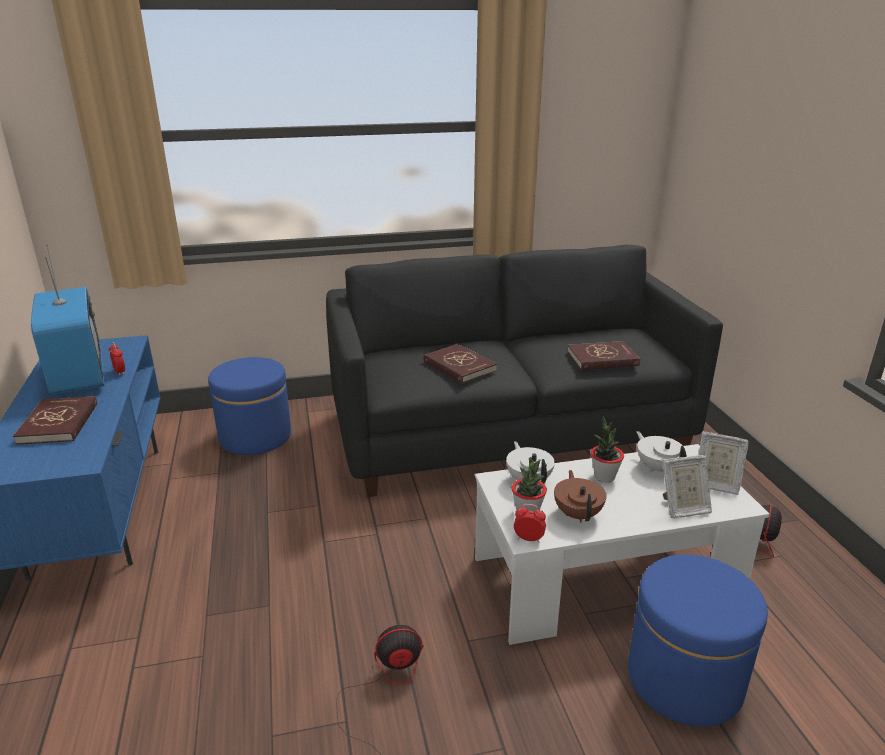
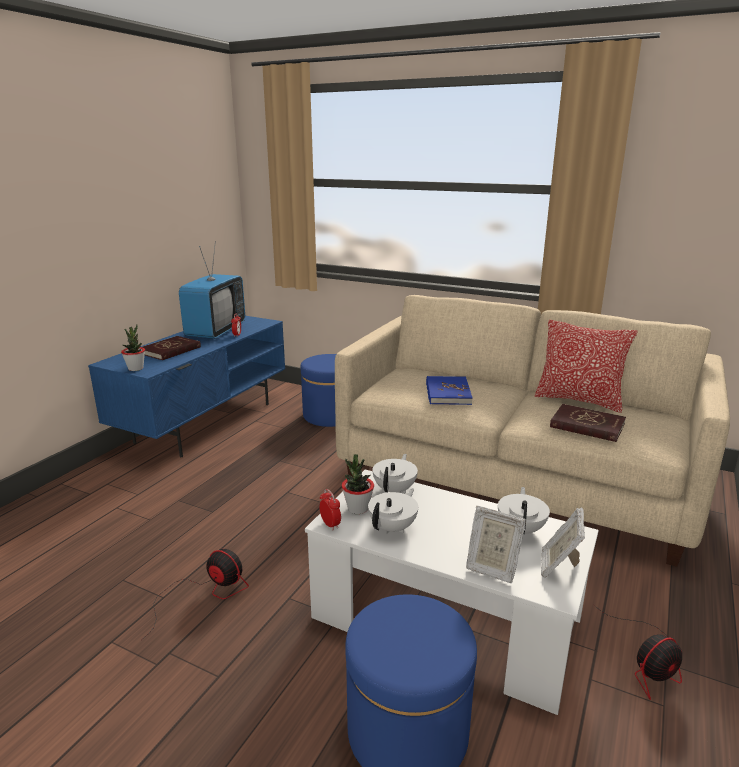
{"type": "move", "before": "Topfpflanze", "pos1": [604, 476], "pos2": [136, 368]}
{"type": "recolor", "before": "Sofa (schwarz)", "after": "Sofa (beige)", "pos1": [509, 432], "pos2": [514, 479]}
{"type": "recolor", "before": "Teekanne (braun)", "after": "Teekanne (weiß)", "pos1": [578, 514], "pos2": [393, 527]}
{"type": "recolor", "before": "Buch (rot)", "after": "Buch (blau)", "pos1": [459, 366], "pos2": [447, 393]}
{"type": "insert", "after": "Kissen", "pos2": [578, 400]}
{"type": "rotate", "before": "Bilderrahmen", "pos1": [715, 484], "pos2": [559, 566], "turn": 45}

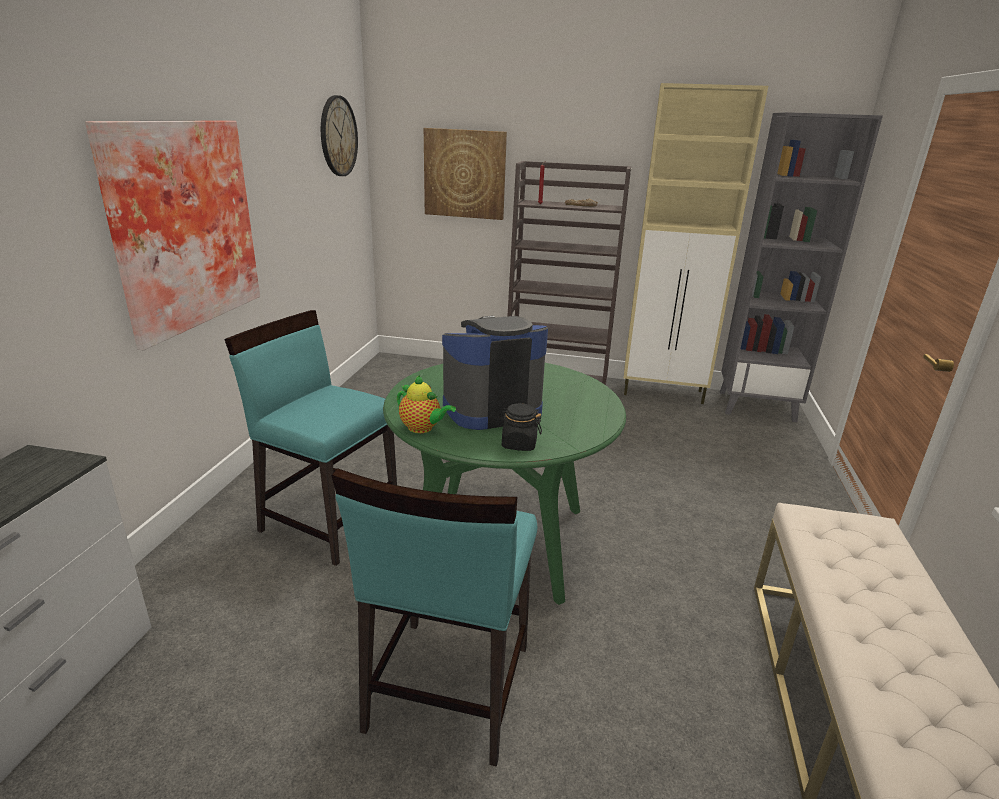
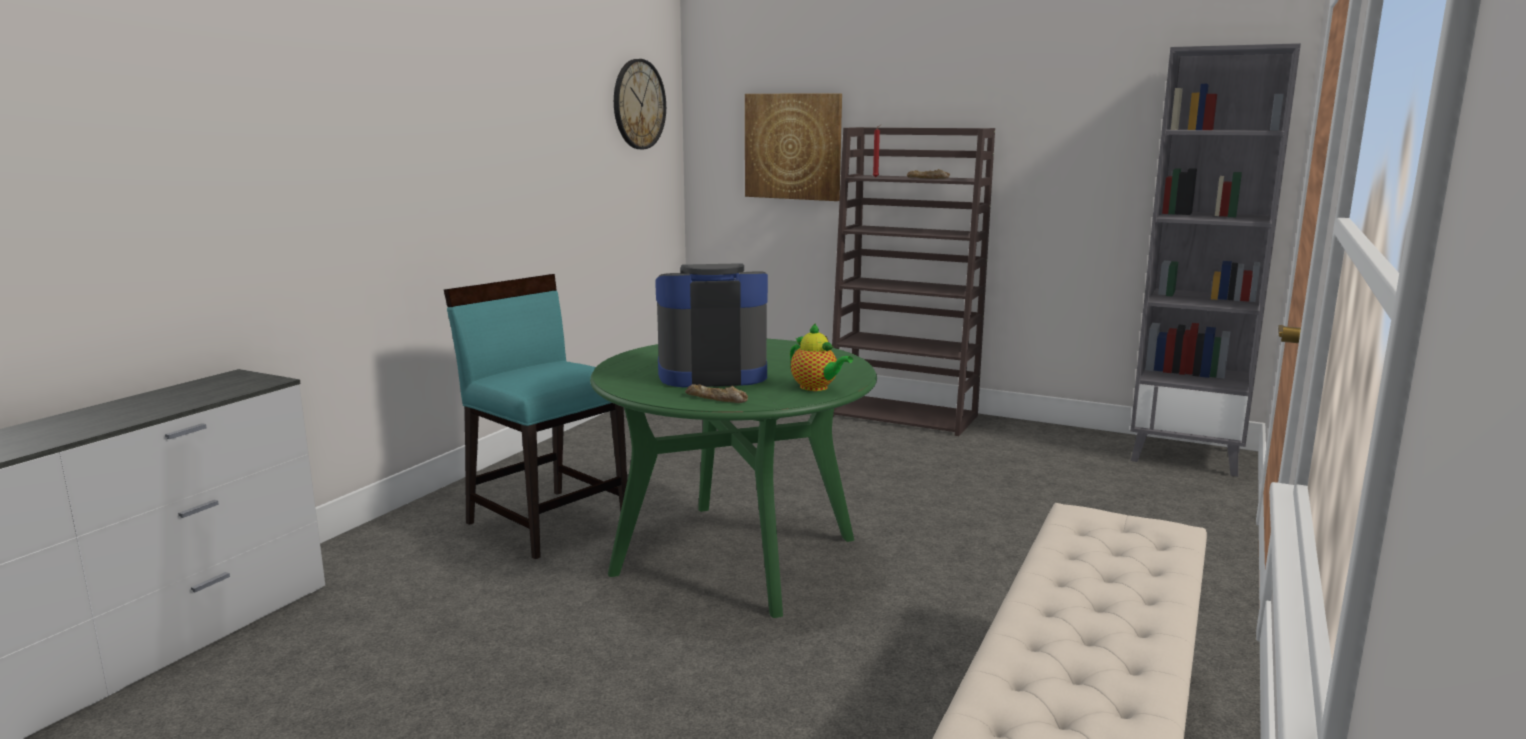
{"type": "replace", "before": "Vorratsglas (schwarz)", "after": "Brot", "pos1": [519, 444], "pos2": [716, 399]}
{"type": "move", "before": "Teekanne", "pos1": [422, 428], "pos2": [816, 388]}
{"type": "delete", "before": "Bild", "pos1": [181, 226]}
{"type": "delete", "before": "Stuhl (türkis)", "pos1": [447, 688]}
{"type": "delete", "before": "Schrank (beige)", "pos1": [664, 393]}

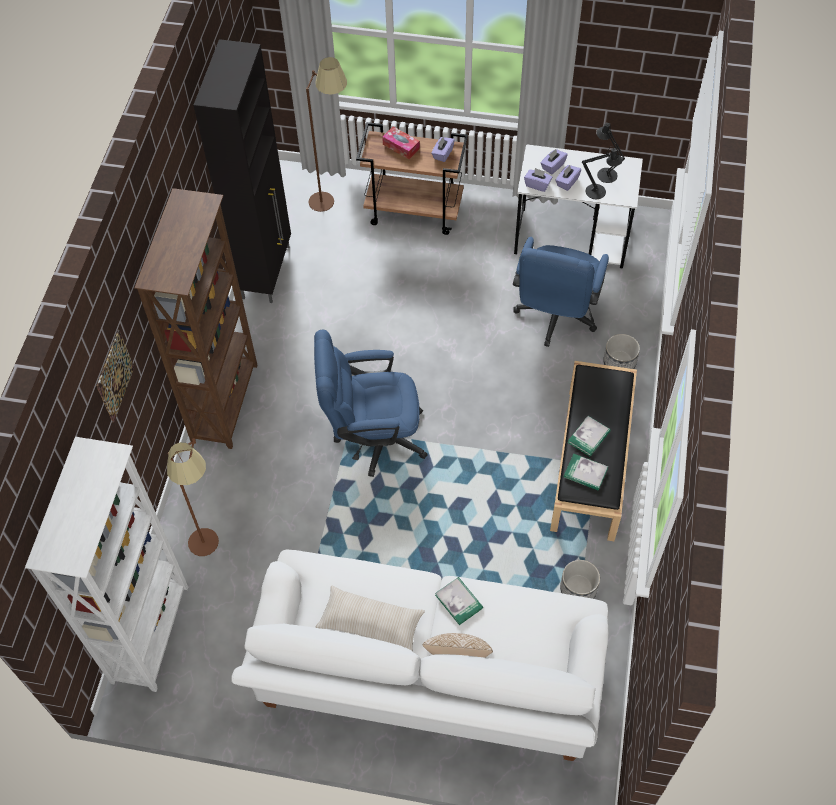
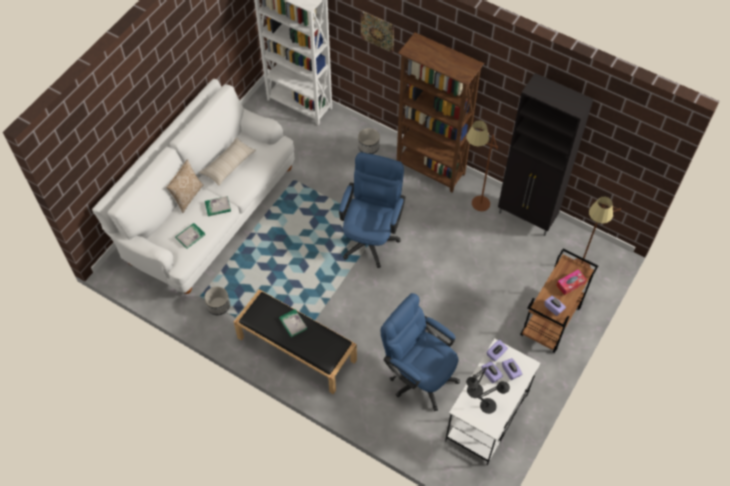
{"type": "move", "before": "Buch", "pos1": [585, 473], "pos2": [190, 236]}
{"type": "move", "before": "Pflanzkübel", "pos1": [619, 362], "pos2": [368, 147]}
{"type": "move", "before": "Stehlampe (braun)", "pos1": [213, 550], "pos2": [473, 206]}

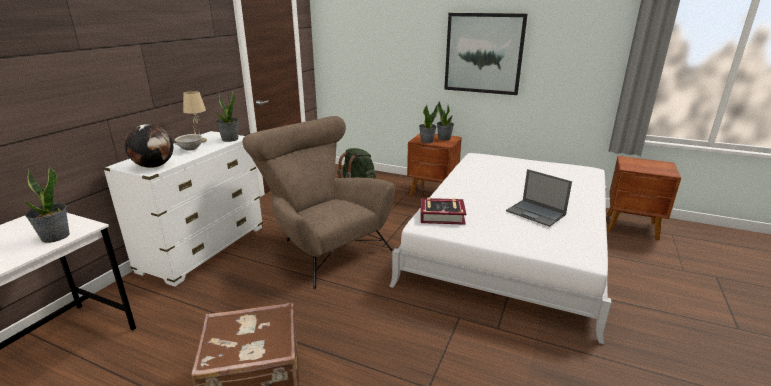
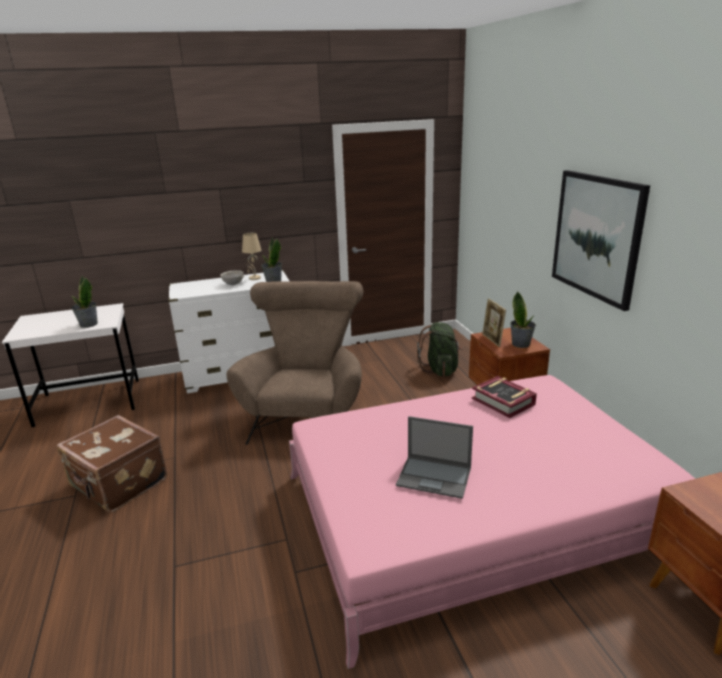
{"type": "recolor", "before": "Bett (weiß)", "after": "Bett (rosa)", "pos1": [511, 245], "pos2": [471, 514]}
{"type": "rotate", "before": "Laptop", "pos1": [536, 213], "pos2": [435, 477], "turn": -75}
{"type": "move", "before": "Buch", "pos1": [442, 215], "pos2": [503, 401]}
{"type": "replace", "before": "Topfpflanze", "after": "Bilderrahmen", "pos1": [427, 141], "pos2": [492, 340]}
{"type": "delete", "before": "Globus", "pos1": [154, 166]}

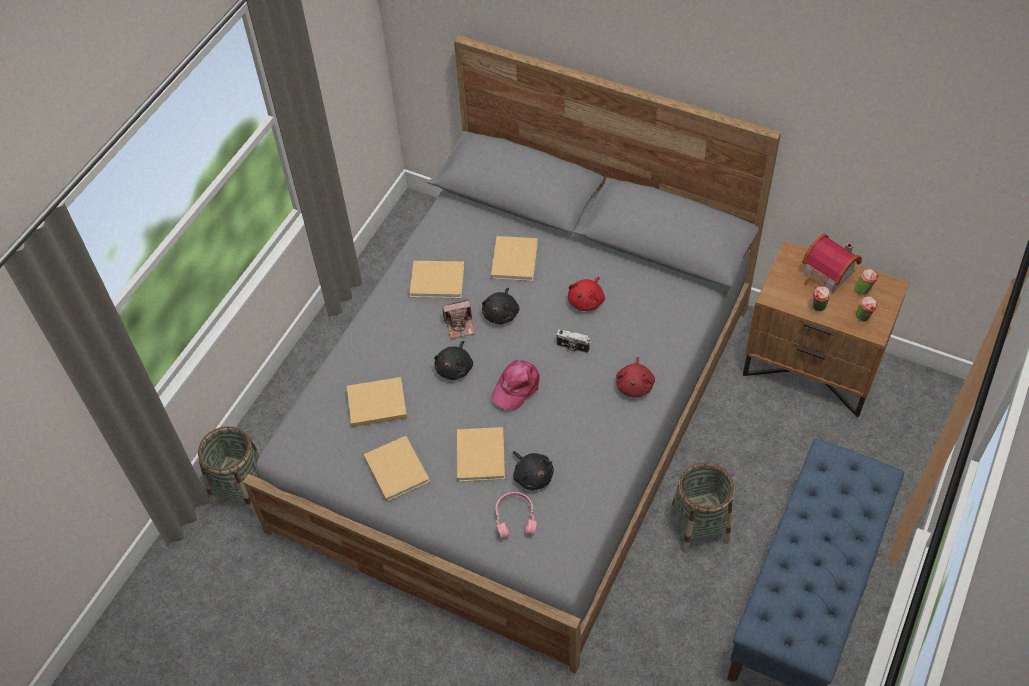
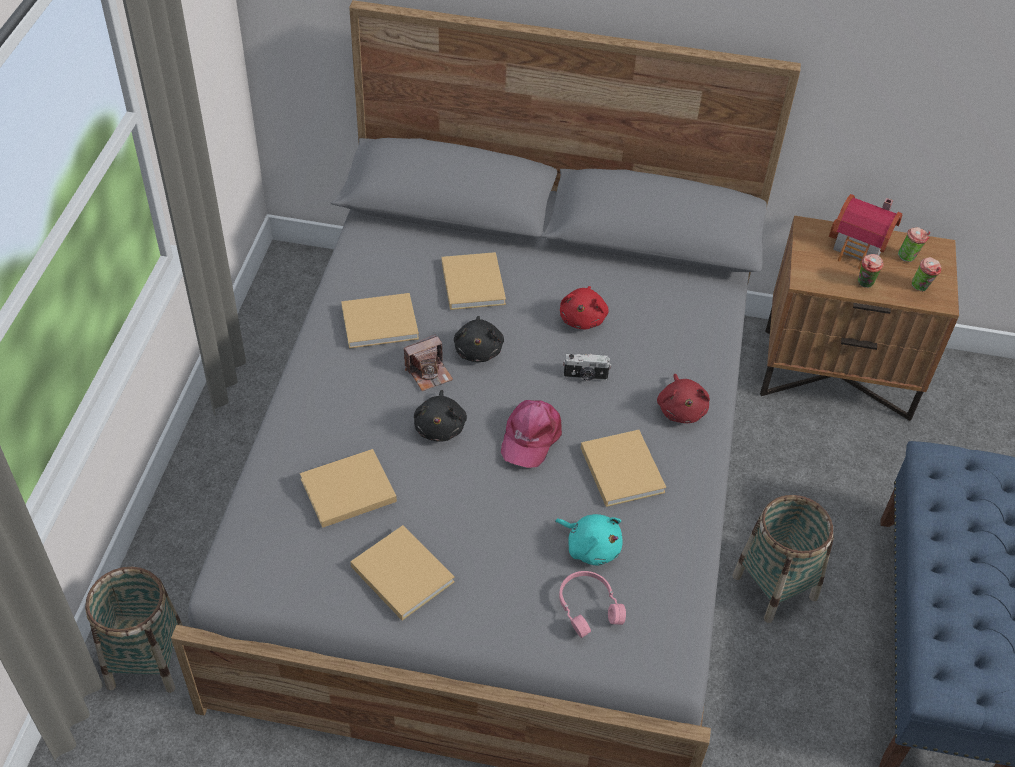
{"type": "recolor", "before": "Plüschtier (schwarz)", "after": "Plüschtier (türkis)", "pos1": [532, 475], "pos2": [591, 547]}
{"type": "move", "before": "Buch (beige)", "pos1": [480, 454], "pos2": [621, 468]}

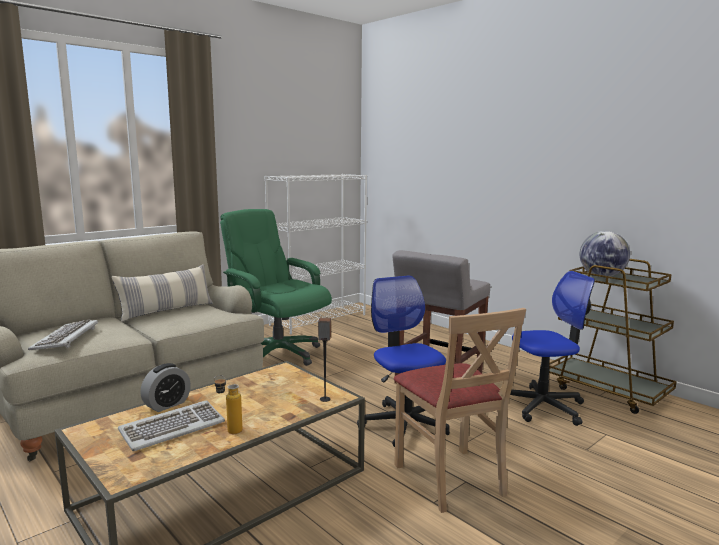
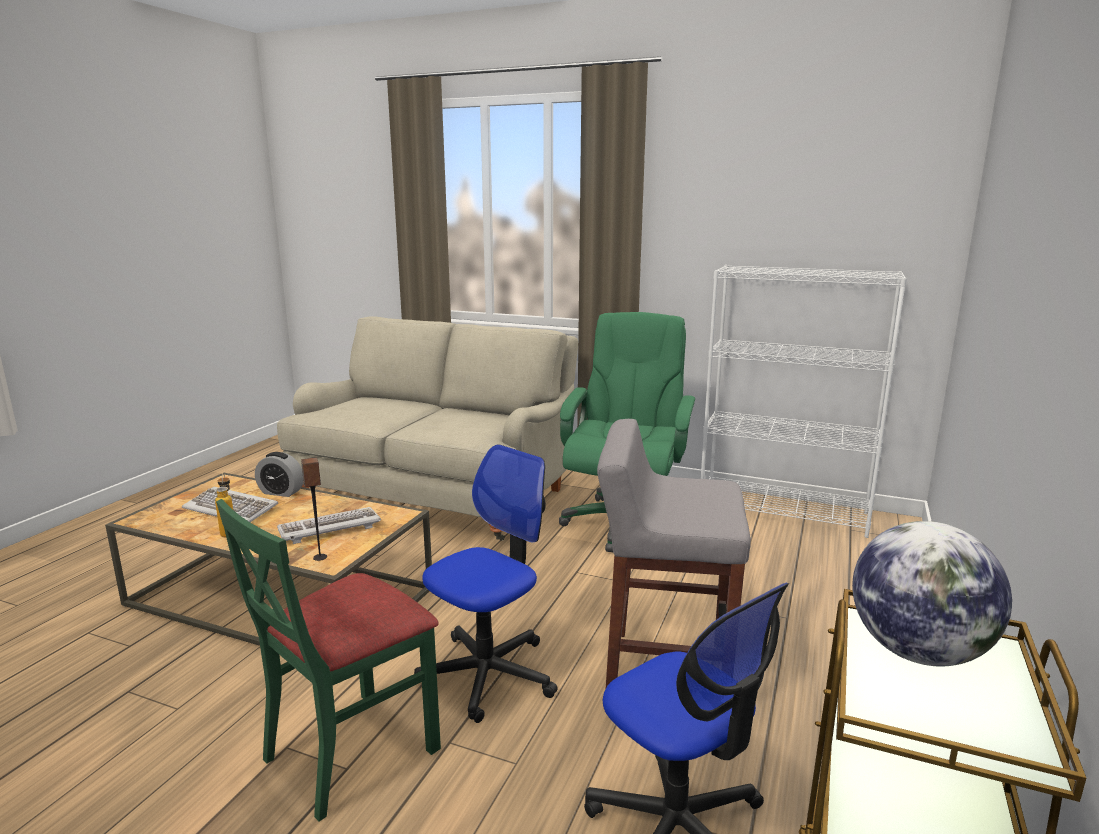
{"type": "recolor", "before": "Stuhl (beige)", "after": "Stuhl (grün)", "pos1": [450, 478], "pos2": [350, 751]}
{"type": "move", "before": "Tastatur", "pos1": [66, 338], "pos2": [329, 528]}
{"type": "delete", "before": "Kissen", "pos1": [166, 311]}

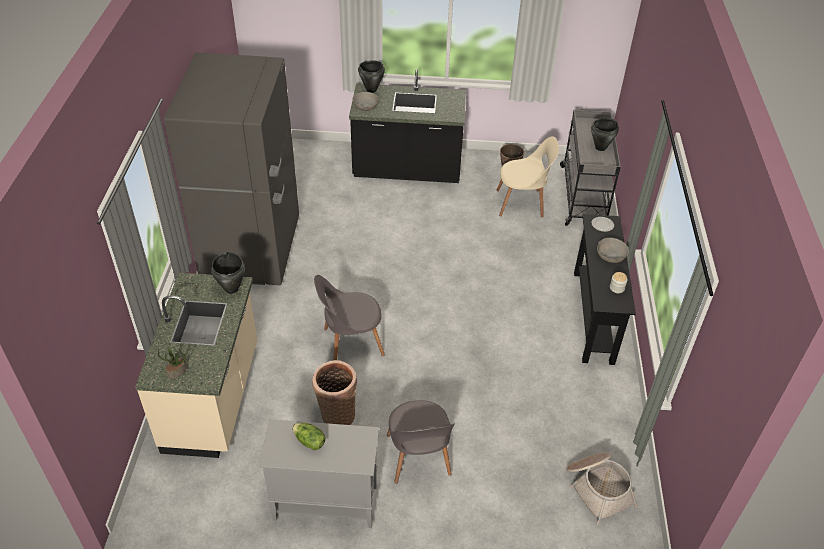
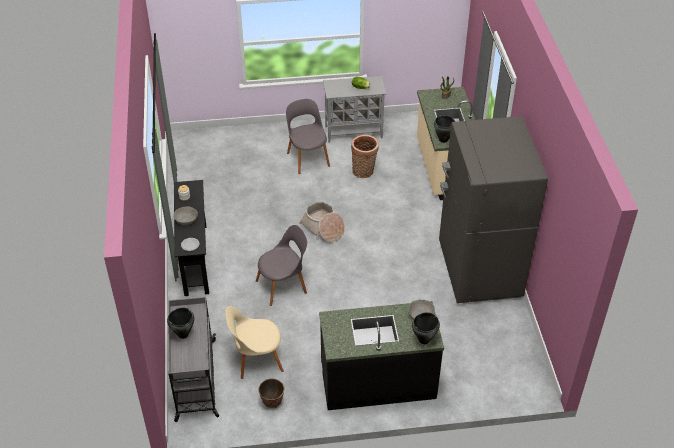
{"type": "move", "before": "Stuhl (grau)", "pos1": [350, 342], "pos2": [283, 286]}
{"type": "move", "before": "Korb", "pos1": [597, 488], "pos2": [323, 228]}

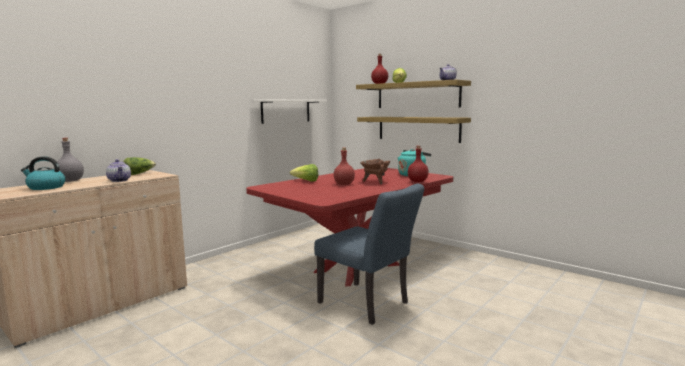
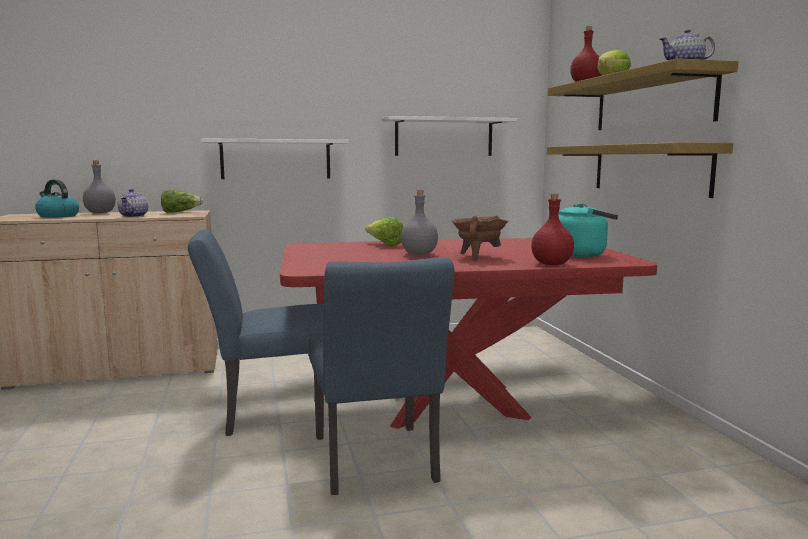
{"type": "insert", "after": "Stuhl (blau)", "pos2": [269, 413]}
{"type": "insert", "after": "Wandregal (weiß)", "pos2": [276, 159]}
{"type": "recolor", "before": "Flasche (rot)", "after": "Flasche (grau)", "pos1": [344, 184], "pos2": [420, 254]}

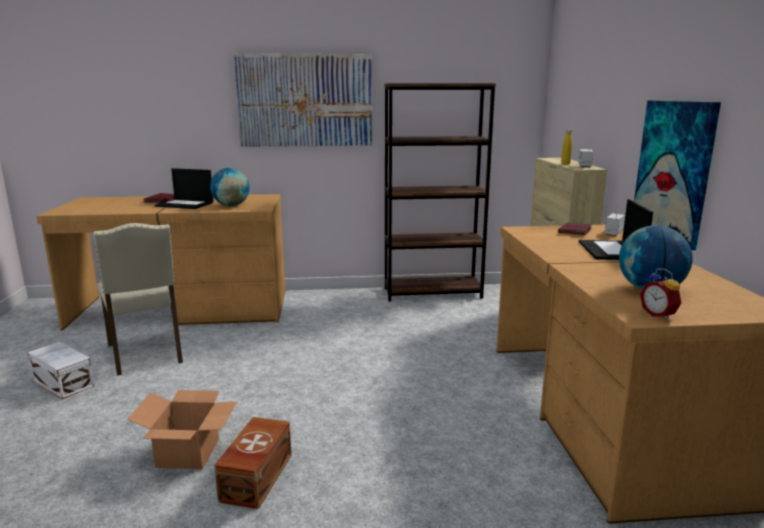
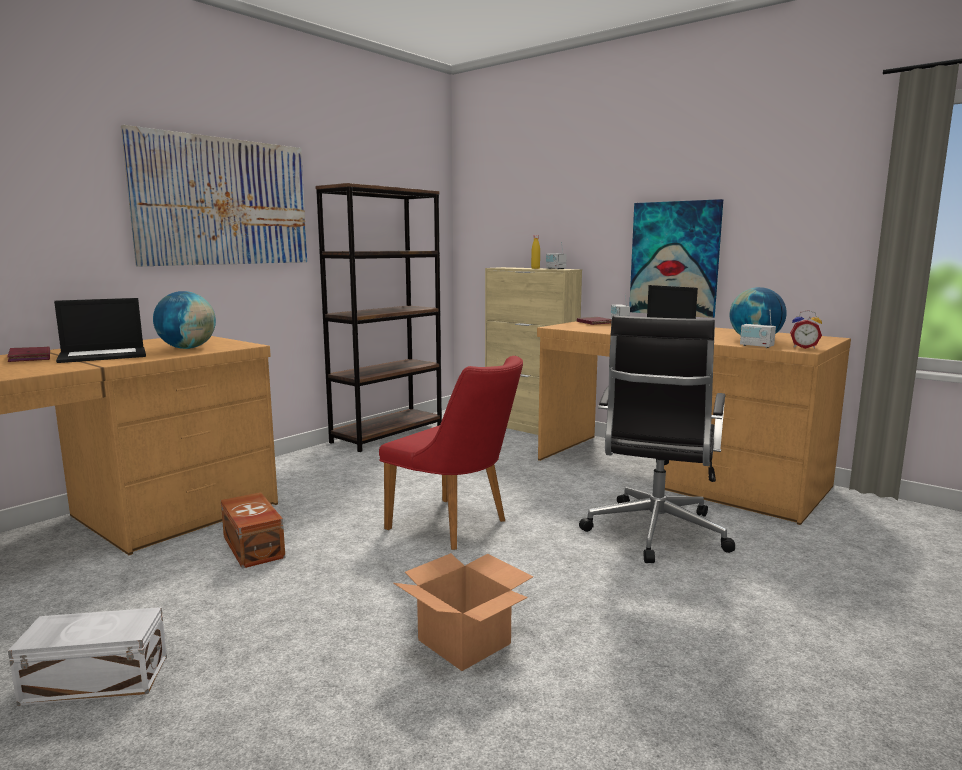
{"type": "move", "before": "Aufbewahrungsbox (braun)", "pos1": [255, 478], "pos2": [252, 547]}
{"type": "insert", "after": "Stuhl (rot)", "pos2": [456, 526]}
{"type": "insert", "after": "Bürostuhl (schwarz)", "pos2": [655, 533]}
{"type": "insert", "after": "Radio", "pos2": [756, 346]}
{"type": "delete", "before": "Stuhl (beige)", "pos1": [147, 354]}

